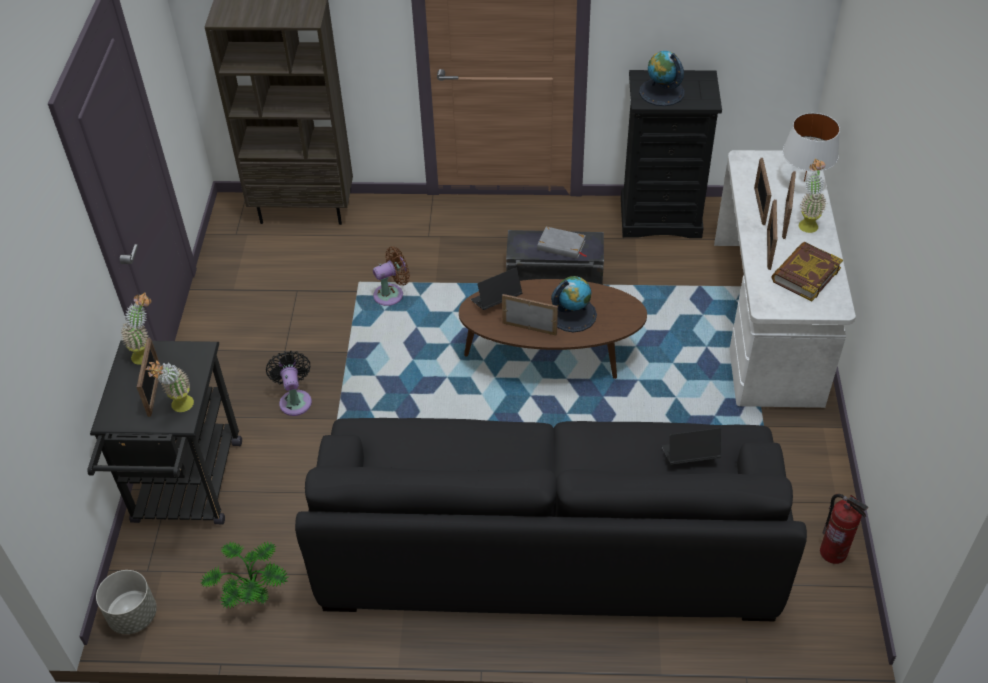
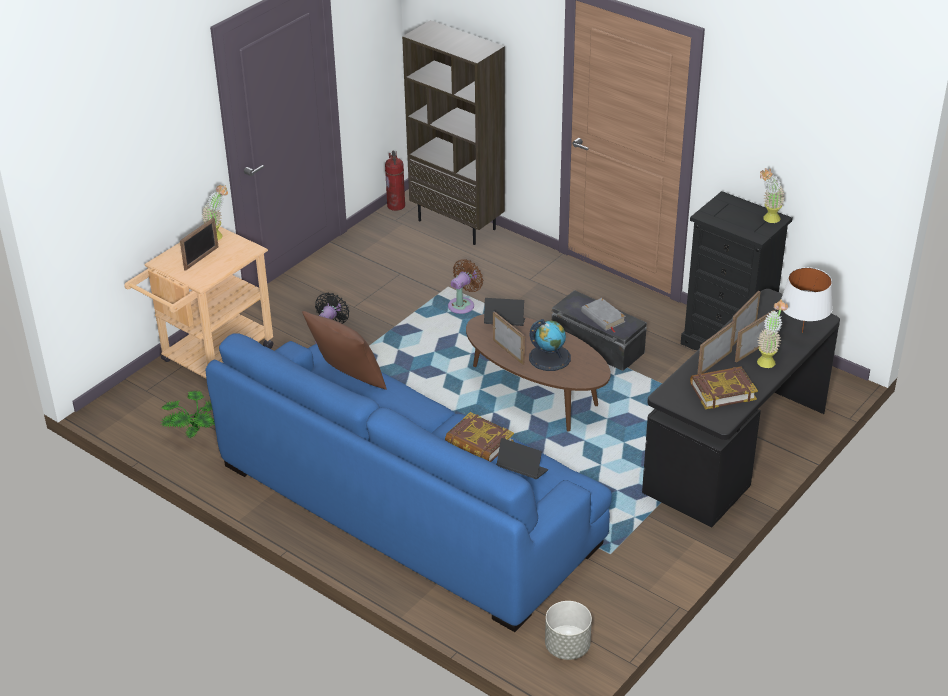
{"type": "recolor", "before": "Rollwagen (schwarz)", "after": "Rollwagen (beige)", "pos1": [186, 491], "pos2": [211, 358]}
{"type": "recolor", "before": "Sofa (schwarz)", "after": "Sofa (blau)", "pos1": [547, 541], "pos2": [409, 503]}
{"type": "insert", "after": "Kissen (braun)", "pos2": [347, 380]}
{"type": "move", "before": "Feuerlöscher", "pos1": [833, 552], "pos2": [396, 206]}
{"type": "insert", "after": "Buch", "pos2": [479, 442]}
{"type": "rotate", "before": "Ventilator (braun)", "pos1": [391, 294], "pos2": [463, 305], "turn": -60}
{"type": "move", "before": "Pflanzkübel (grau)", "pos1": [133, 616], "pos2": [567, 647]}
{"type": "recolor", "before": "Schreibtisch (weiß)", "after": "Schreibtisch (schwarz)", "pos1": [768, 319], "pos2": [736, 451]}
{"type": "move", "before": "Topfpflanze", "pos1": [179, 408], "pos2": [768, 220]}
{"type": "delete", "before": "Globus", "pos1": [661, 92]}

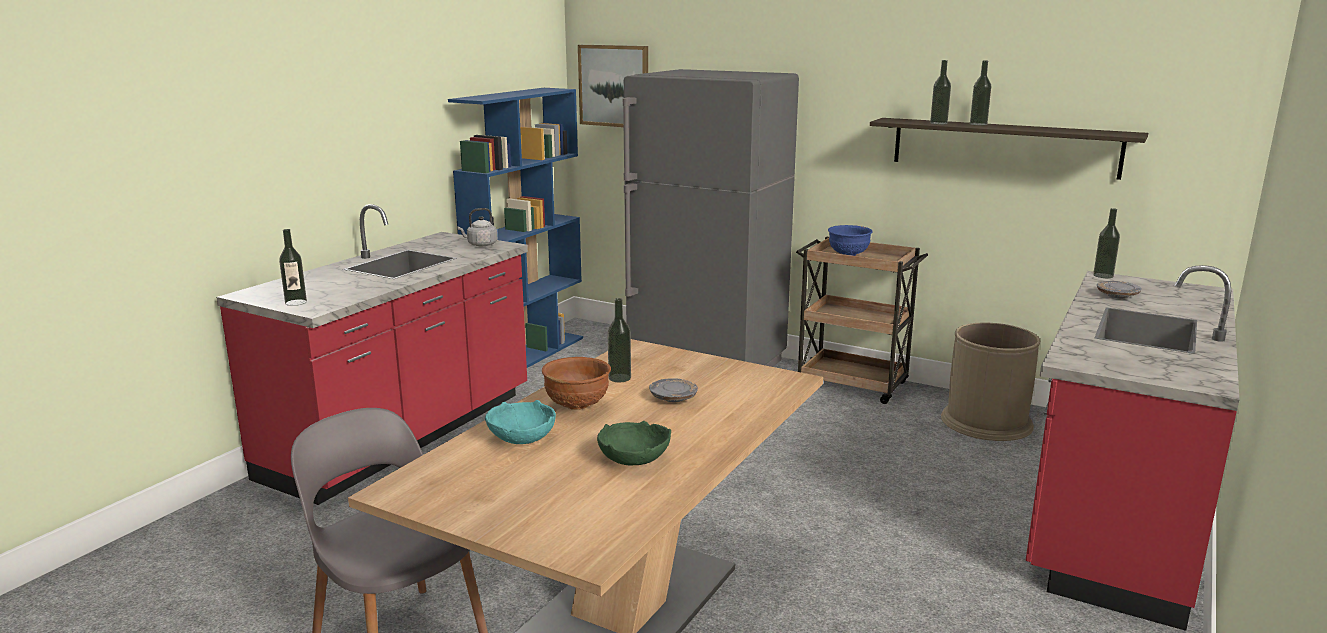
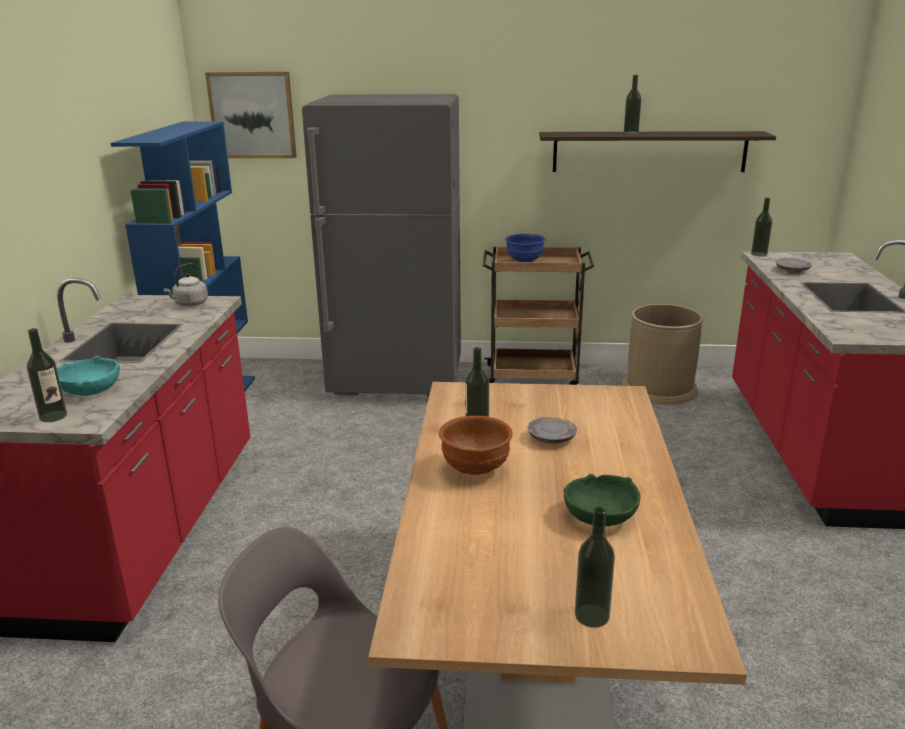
{"type": "move", "before": "Schüssel (türkis)", "pos1": [522, 438], "pos2": [91, 390]}
{"type": "move", "before": "Flasche", "pos1": [938, 123], "pos2": [591, 615]}

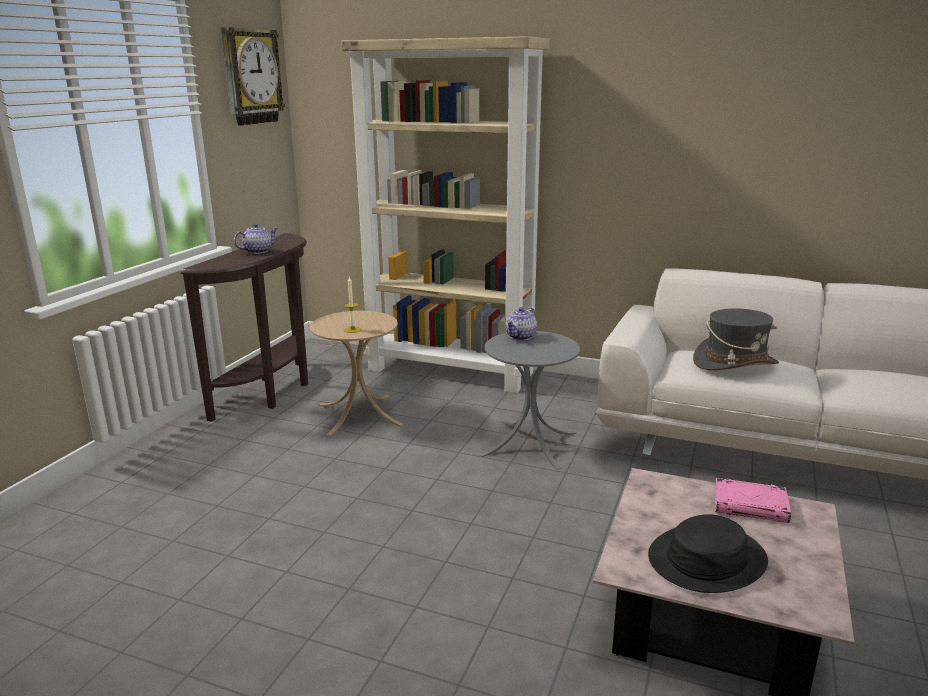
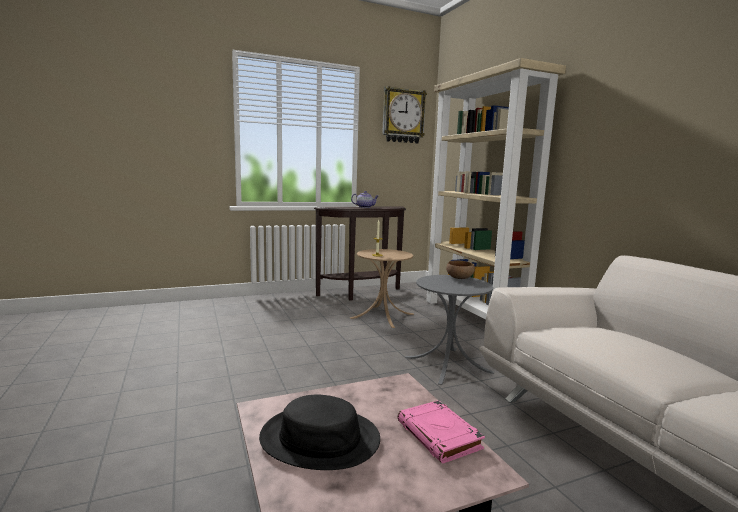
{"type": "replace", "before": "Teekanne", "after": "Schüssel (braun)", "pos1": [521, 337], "pos2": [460, 278]}
{"type": "delete", "before": "Hut (grau)", "pos1": [735, 363]}

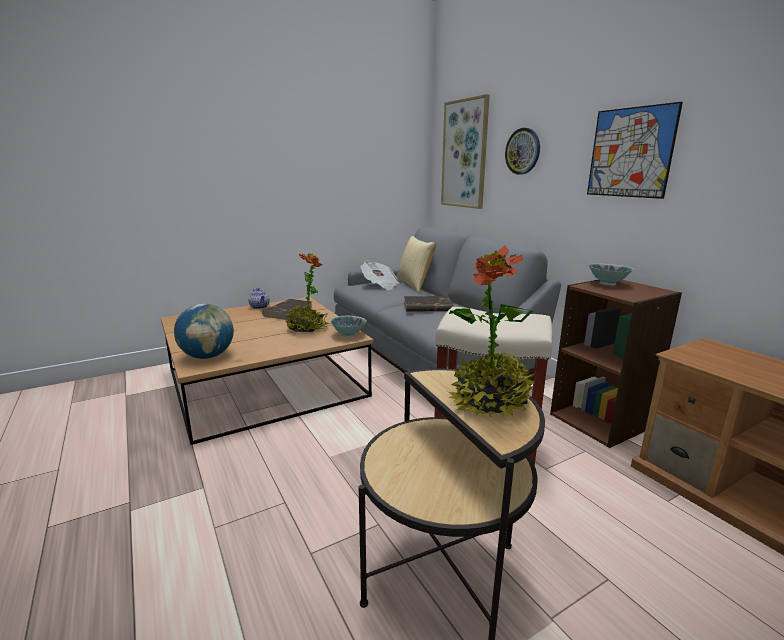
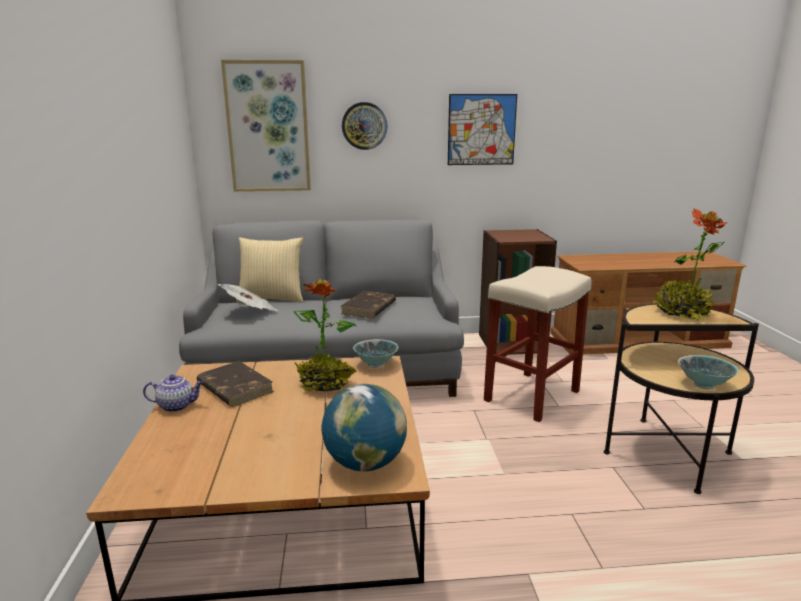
{"type": "move", "before": "Schüssel", "pos1": [607, 284], "pos2": [704, 385]}

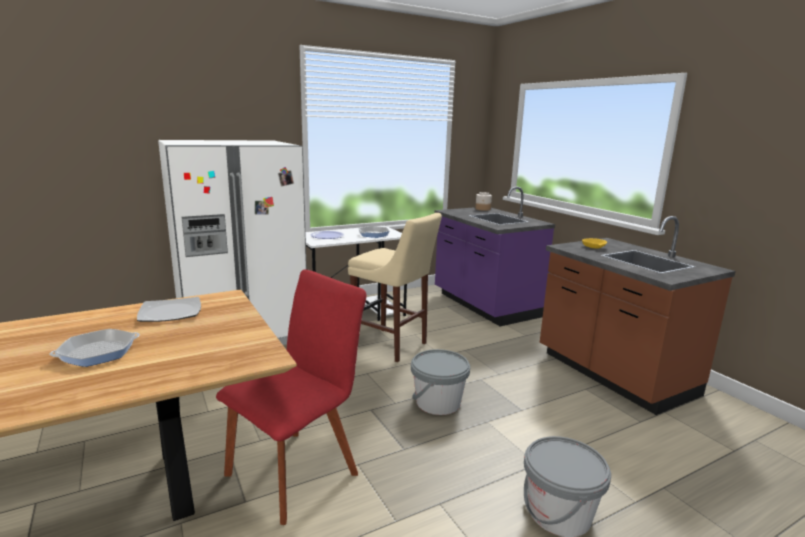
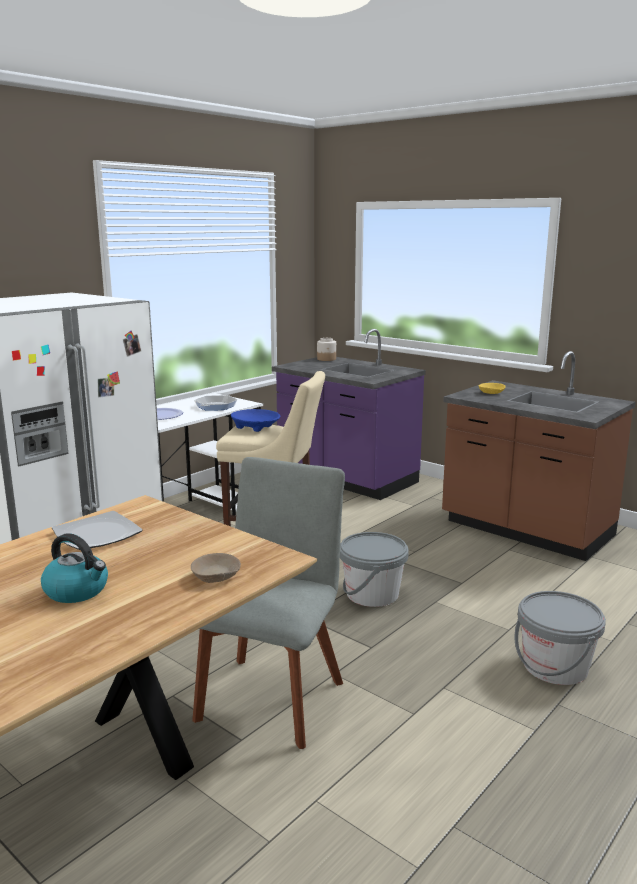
{"type": "replace", "before": "Pfanne", "after": "Wasserkessel", "pos1": [98, 352], "pos2": [77, 591]}
{"type": "insert", "after": "Schüssel (beige)", "pos2": [216, 576]}
{"type": "recolor", "before": "Stuhl (rot)", "after": "Stuhl (grau)", "pos1": [297, 470], "pos2": [272, 695]}
{"type": "insert", "after": "Schüssel (blau)", "pos2": [255, 427]}

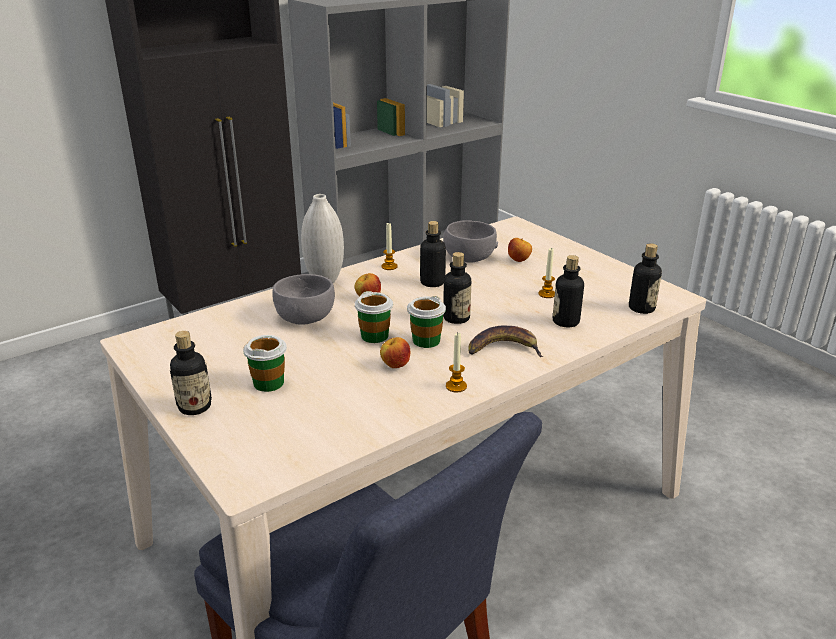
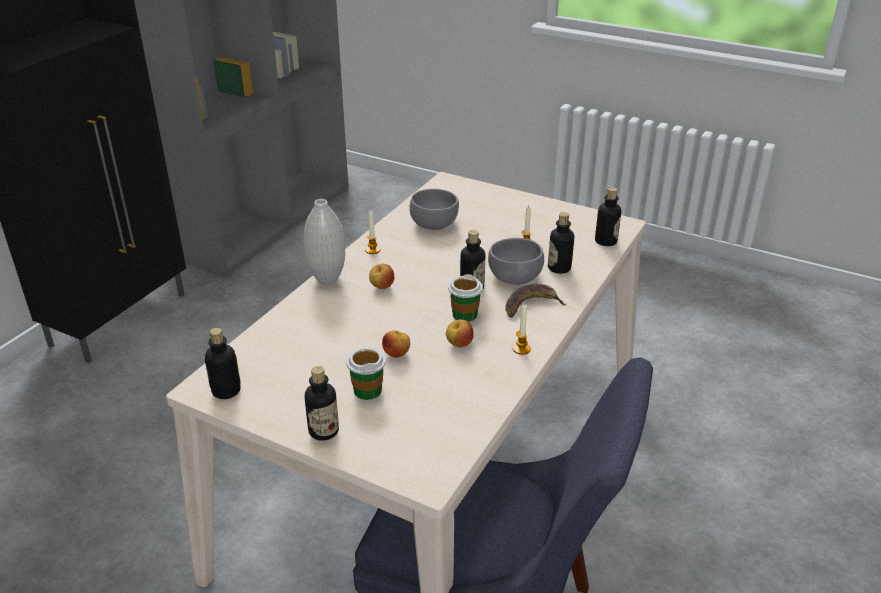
{"type": "move", "before": "Flasche", "pos1": [432, 282], "pos2": [226, 391]}
{"type": "move", "before": "Apfel", "pos1": [519, 260], "pos2": [397, 354]}
{"type": "move", "before": "Schüssel (grau)", "pos1": [305, 316], "pos2": [515, 276]}
{"type": "delete", "before": "Tasse", "pos1": [374, 336]}

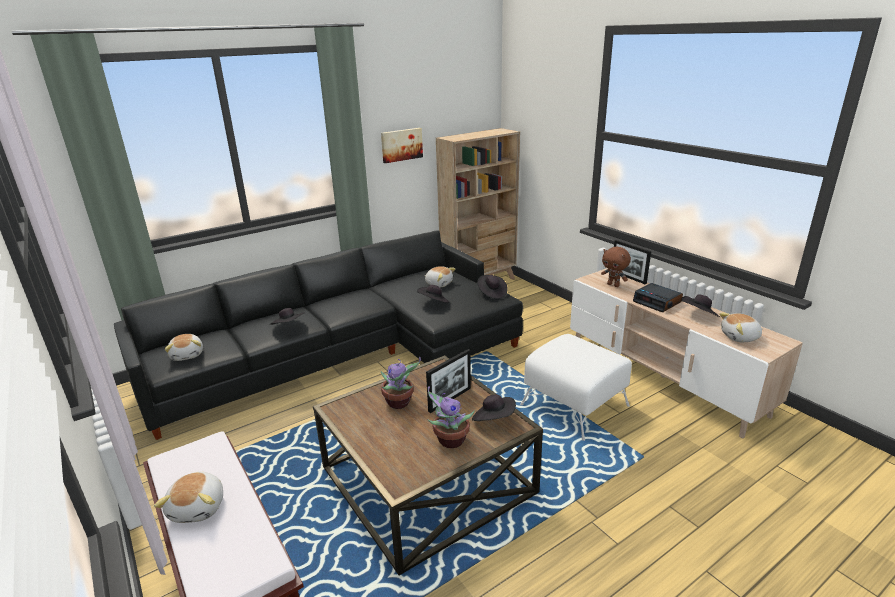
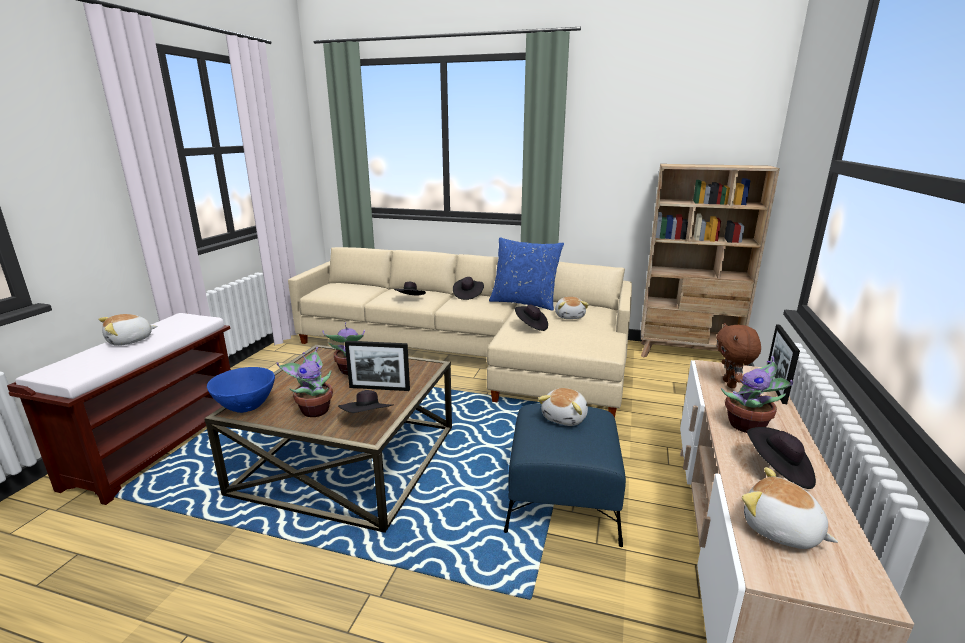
{"type": "insert", "after": "Schüssel (blau)", "pos2": [246, 407]}
{"type": "recolor", "before": "Sofa (schwarz)", "after": "Sofa (beige)", "pos1": [349, 353], "pos2": [473, 353]}
{"type": "move", "before": "Hut (schwarz)", "pos1": [491, 293], "pos2": [468, 295]}
{"type": "insert", "after": "Kissen (blau)", "pos2": [524, 303]}
{"type": "recolor", "before": "Polsterhocker (weiß)", "after": "Polsterhocker (blau)", "pos1": [574, 406], "pos2": [561, 501]}
{"type": "move", "before": "Plüschtier", "pos1": [188, 355], "pos2": [565, 418]}
{"type": "replace", "before": "Wecker", "after": "Topfpflanze", "pos1": [657, 302], "pos2": [748, 426]}
{"type": "delete", "before": "Bild", "pos1": [401, 145]}

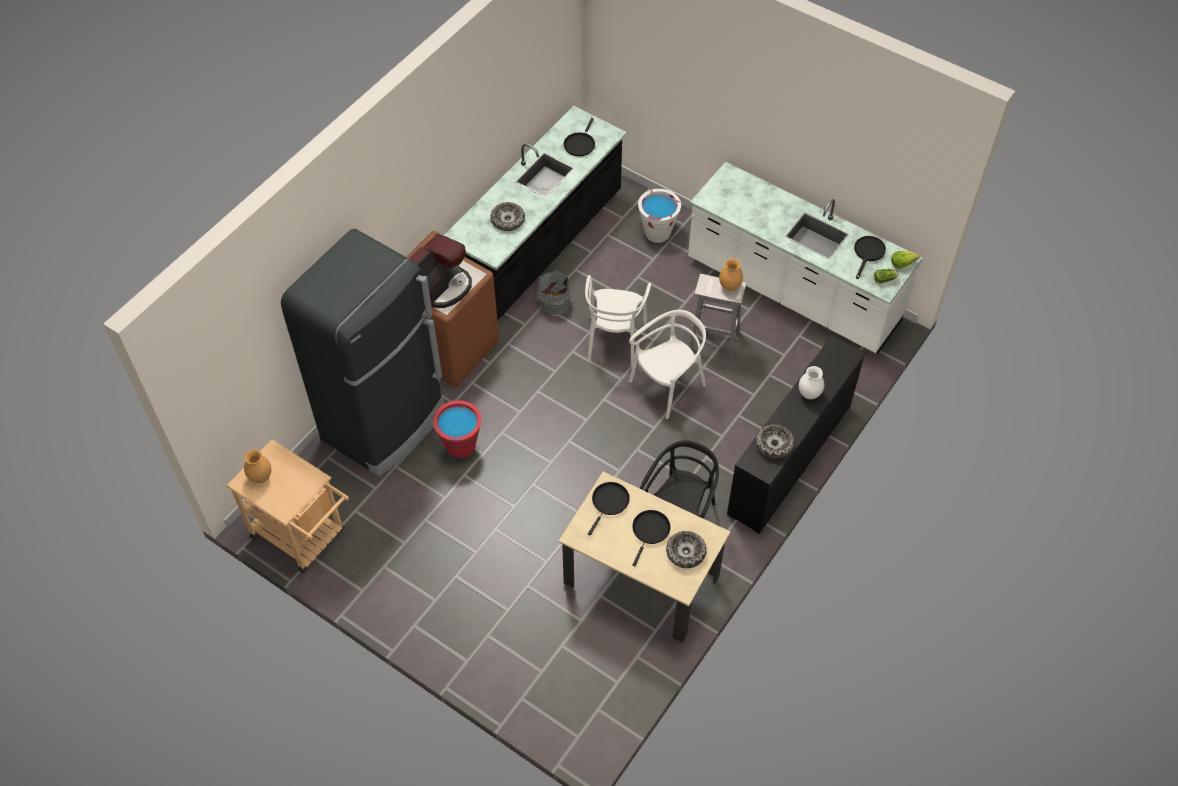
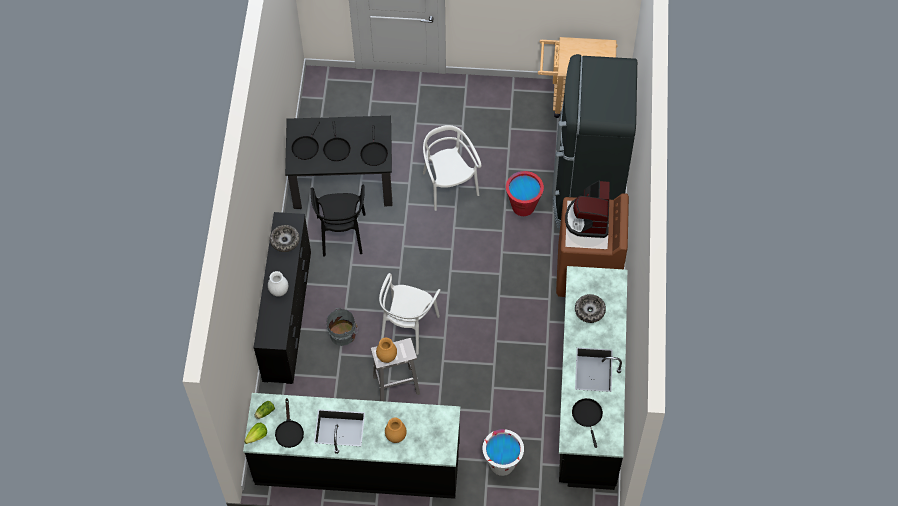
{"type": "recolor", "before": "Küchenzeile (weiß)", "after": "Küchenzeile (schwarz)", "pos1": [792, 292], "pos2": [357, 464]}
{"type": "recolor", "before": "Esstisch (beige)", "after": "Esstisch (schwarz)", "pos1": [641, 580], "pos2": [343, 182]}
{"type": "replace", "before": "Schüssel", "after": "Pfanne (schwarz)", "pos1": [686, 552], "pos2": [306, 147]}
{"type": "move", "before": "Eimer (grau)", "pos1": [553, 303], "pos2": [343, 333]}
{"type": "move", "before": "Vase (braun)", "pos1": [261, 477], "pos2": [395, 437]}
{"type": "move", "before": "Stuhl (weiß)", "pos1": [614, 340], "pos2": [449, 185]}

